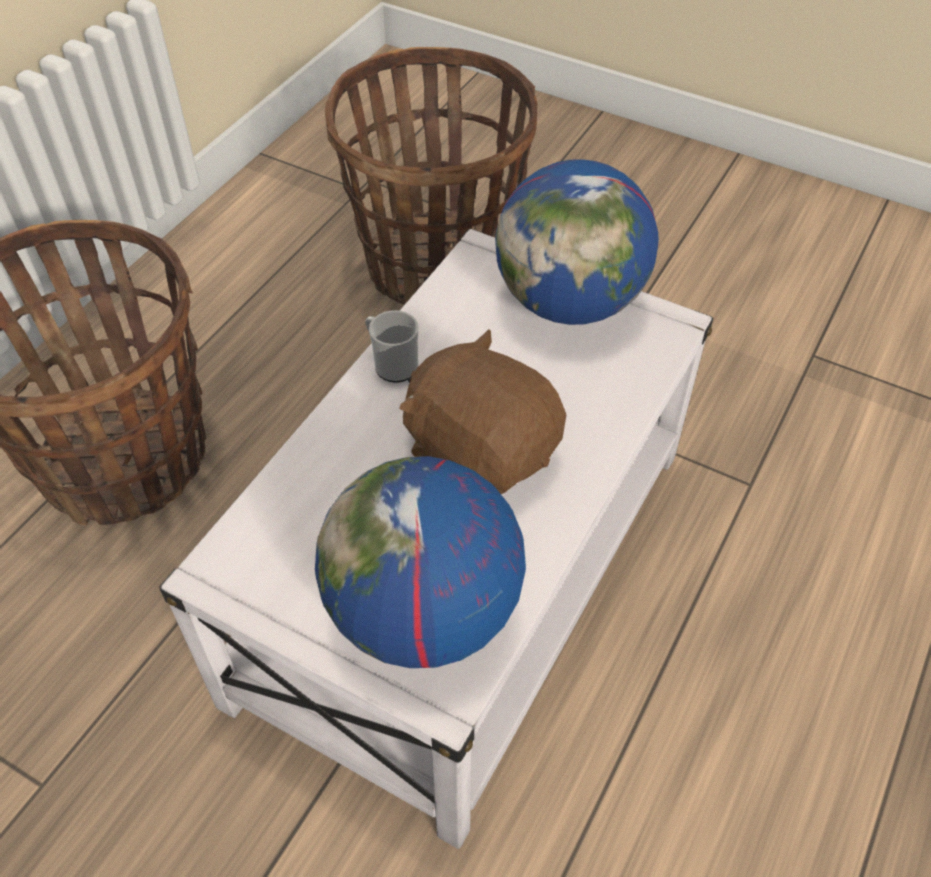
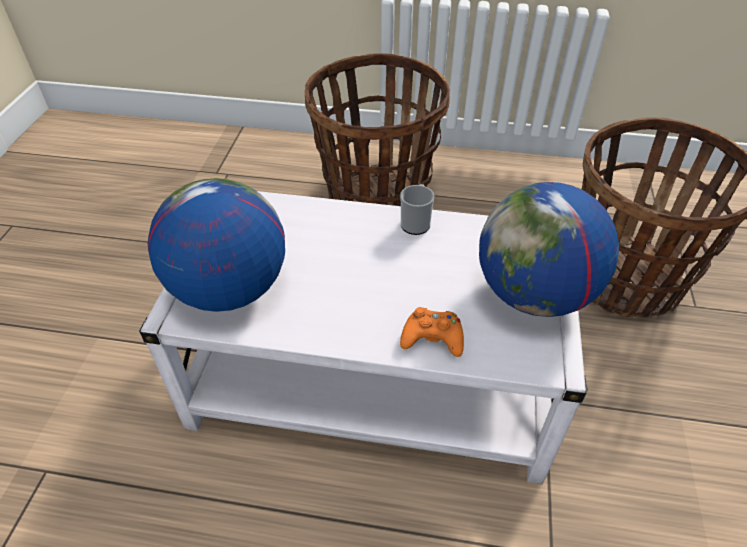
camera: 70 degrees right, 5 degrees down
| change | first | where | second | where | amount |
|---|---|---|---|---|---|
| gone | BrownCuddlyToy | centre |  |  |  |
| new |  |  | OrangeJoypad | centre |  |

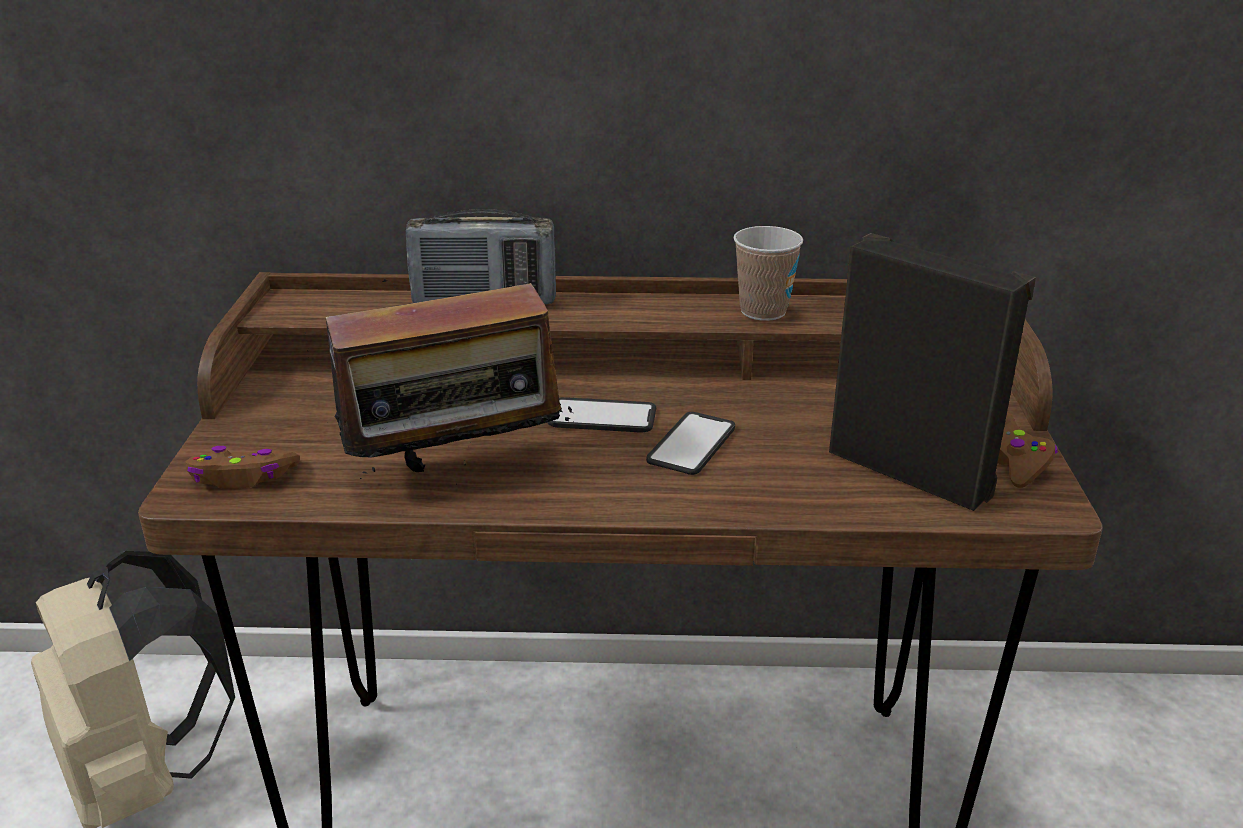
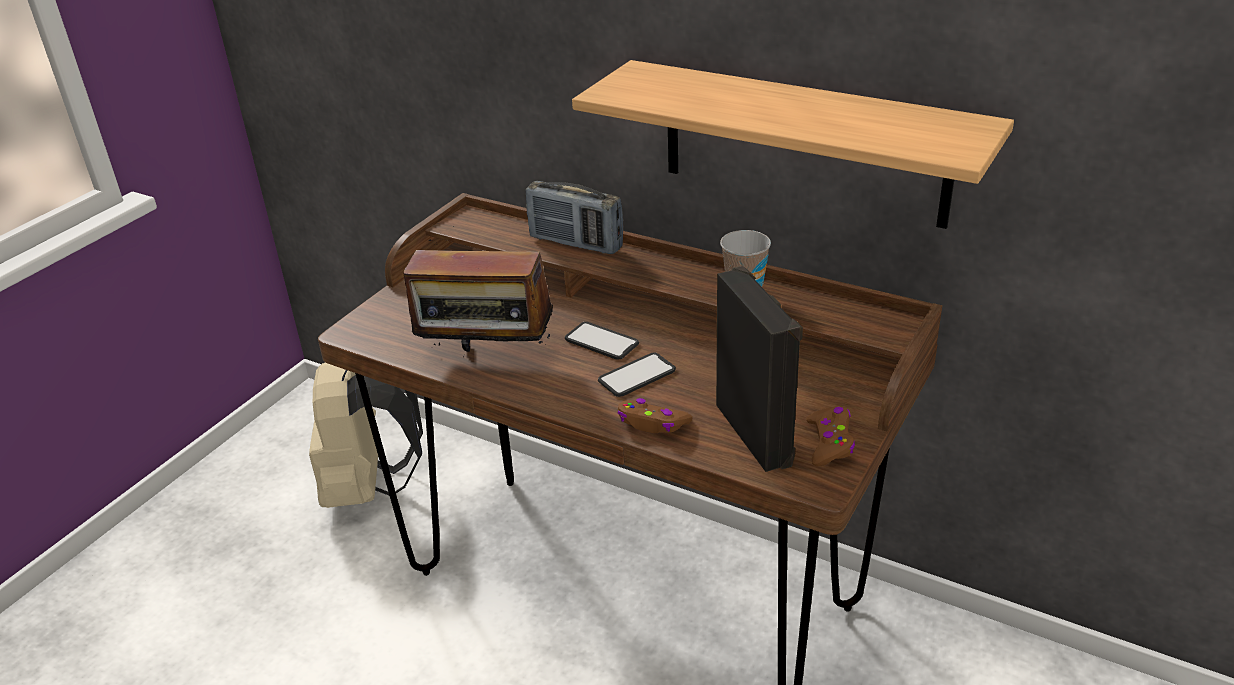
camera: 30 degrees right, 5 degrees up
| change | first | where | second | where | amount |
|---|---|---|---|---|---|
| shifted | BrownJoypad (no. 1 from left) | middle left |  | centre |  |
| new |  |  | Shelf | top centre |  |

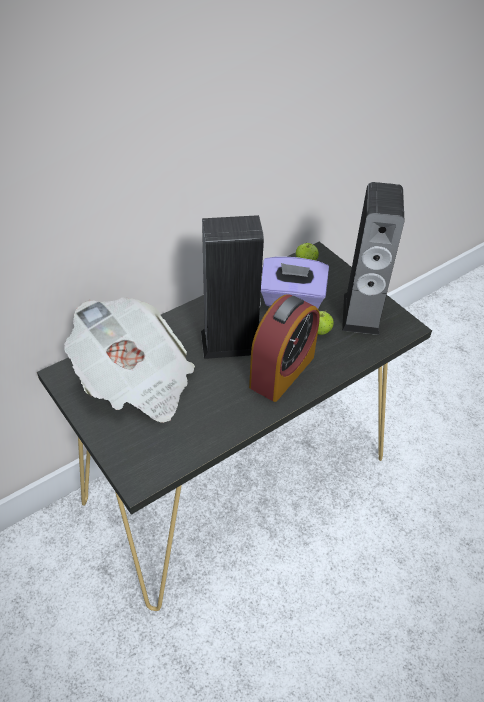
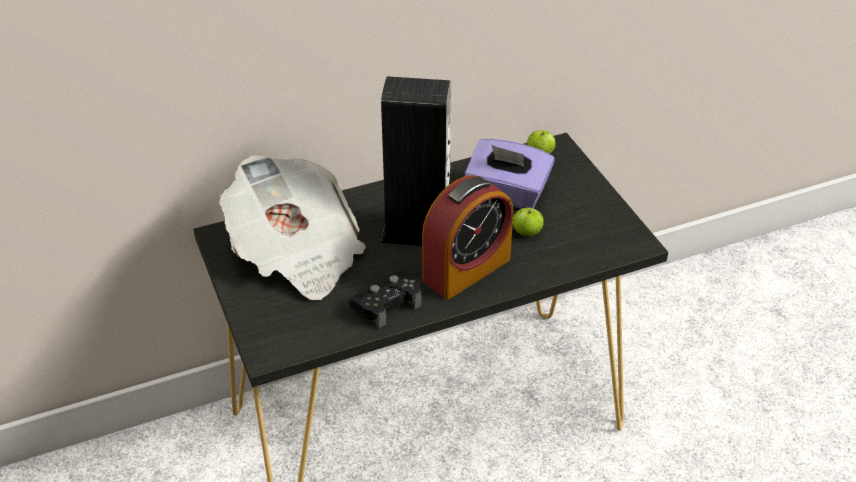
camera: 15 degrees right, 5 degrees down
| change | first | where | second | where | amount |
|---|---|---|---|---|---|
| gone | AudioSpeaker (no. 2 from left) | middle right |  |  |  |
| new |  |  | BlackColouredJoypad | centre |  |

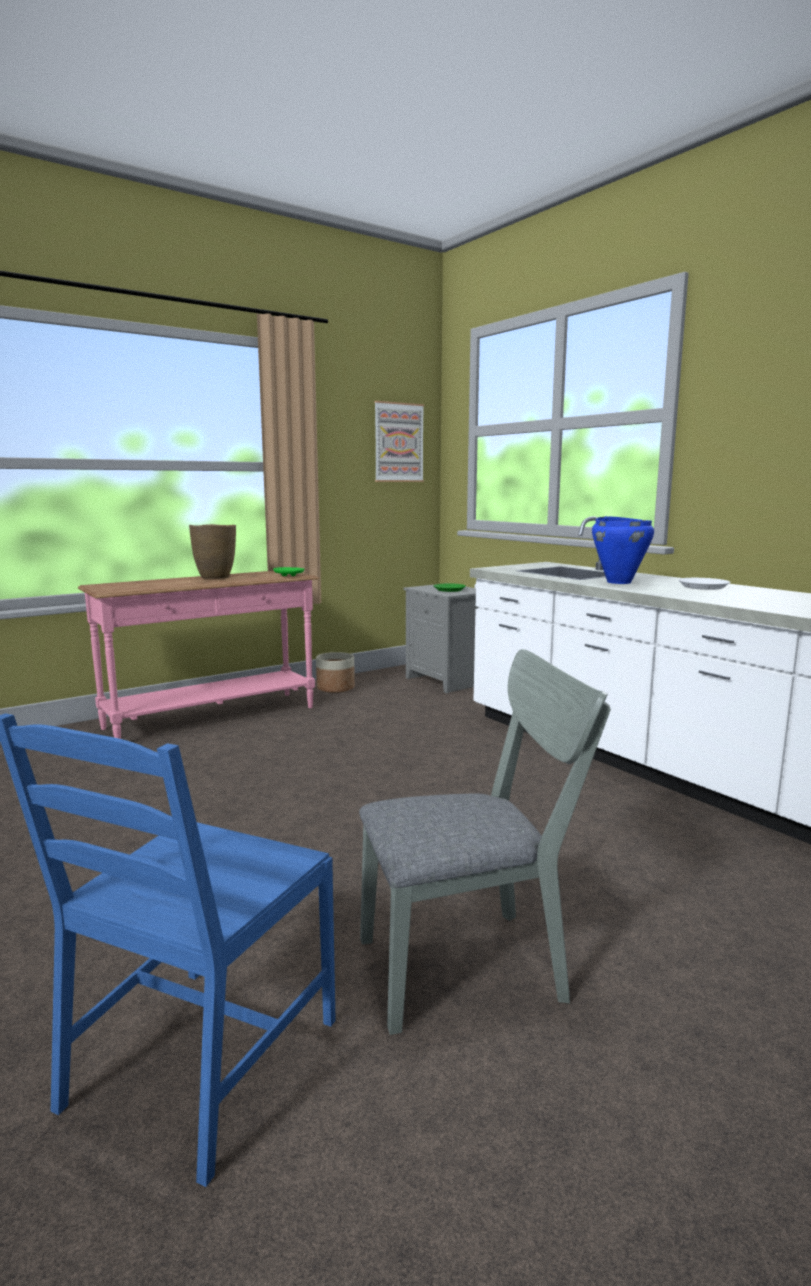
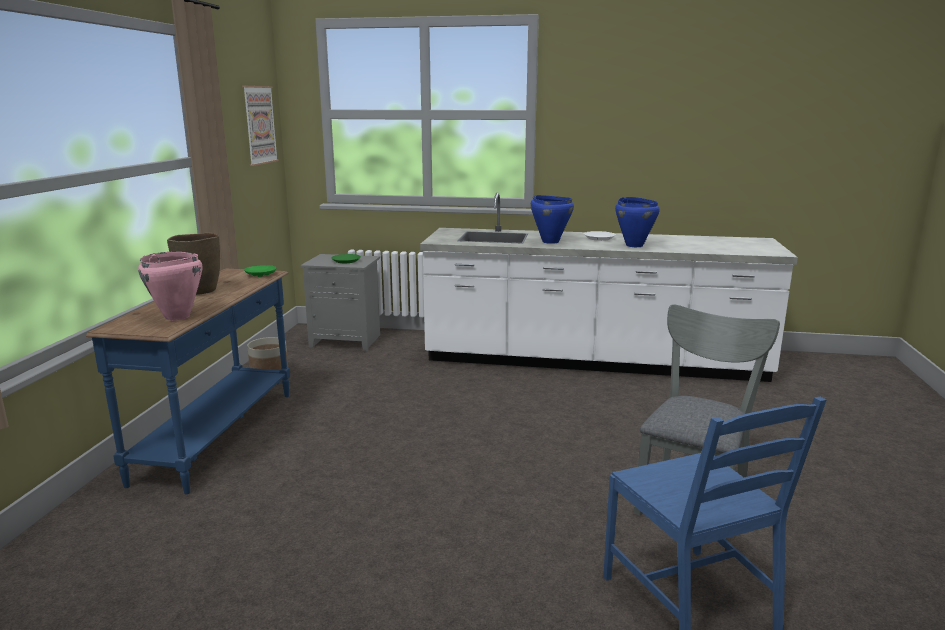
camera: 45 degrees left, 5 degrees up
| change | first | where | second | where | amount |
|---|---|---|---|---|---|
| repainted | PinkConsoleTable | middle left | BlueConsoleTable | middle left |  |
| new |  |  | PinkSaucepot | middle left |  |
| new |  |  | BlueSaucepot (no. 2 from left) | middle right |  |

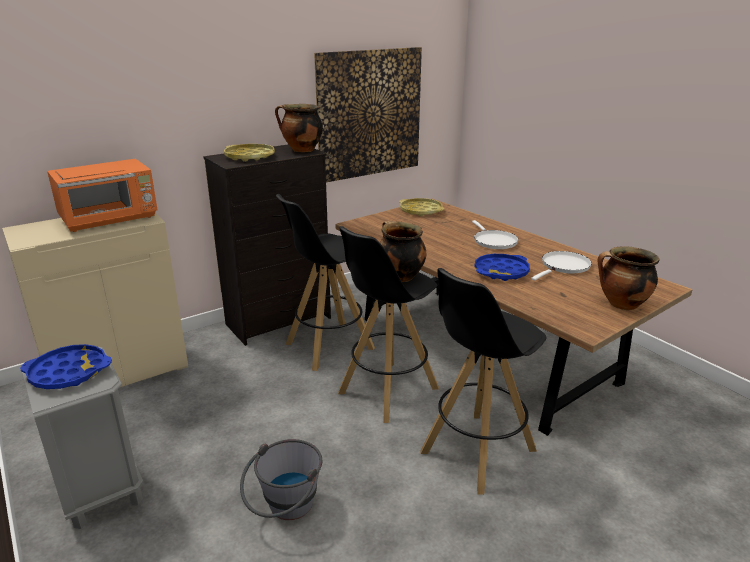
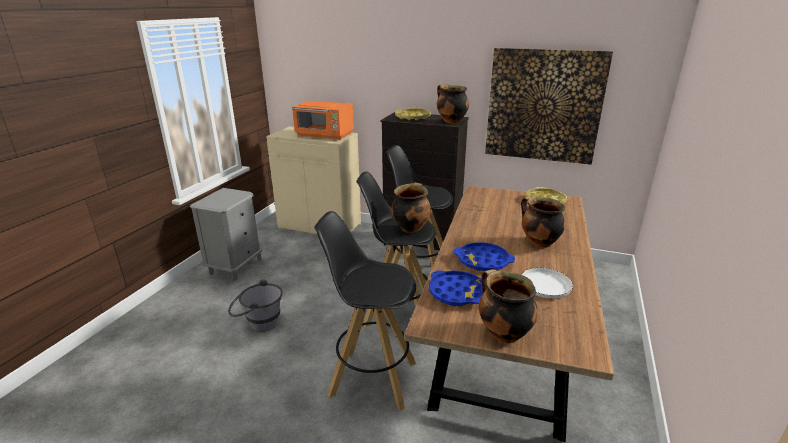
camera: 55 degrees right, 0 degrees up
| change | first | where | second | where | amount |
|---|---|---|---|---|---|
| shifted | BlueServingTray (no. 1 from left) | middle left |  | centre |  |
| swapped | WhitishSkillet (no. 1 from left) | centre | Saucepot (no. 4 from left) | middle right |  |

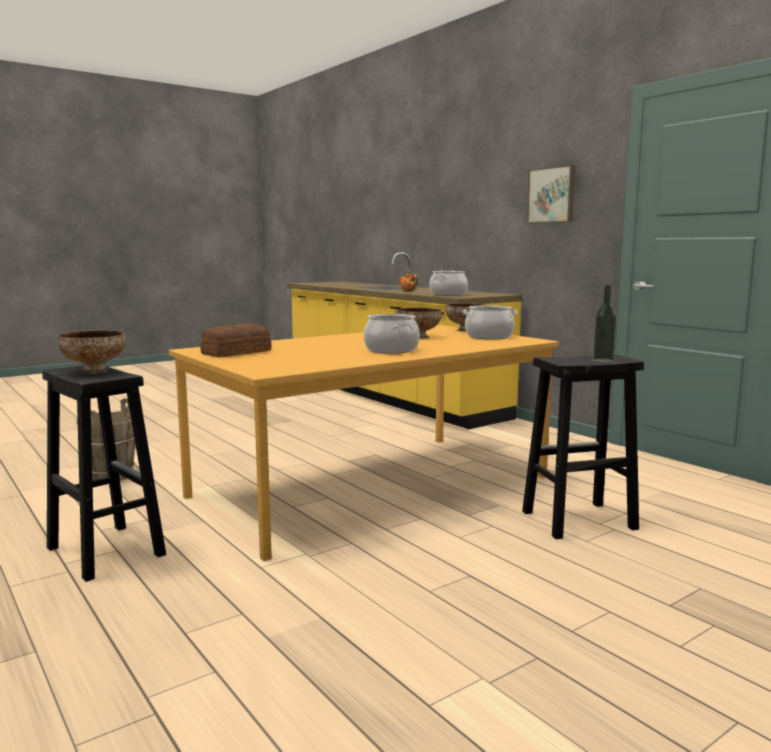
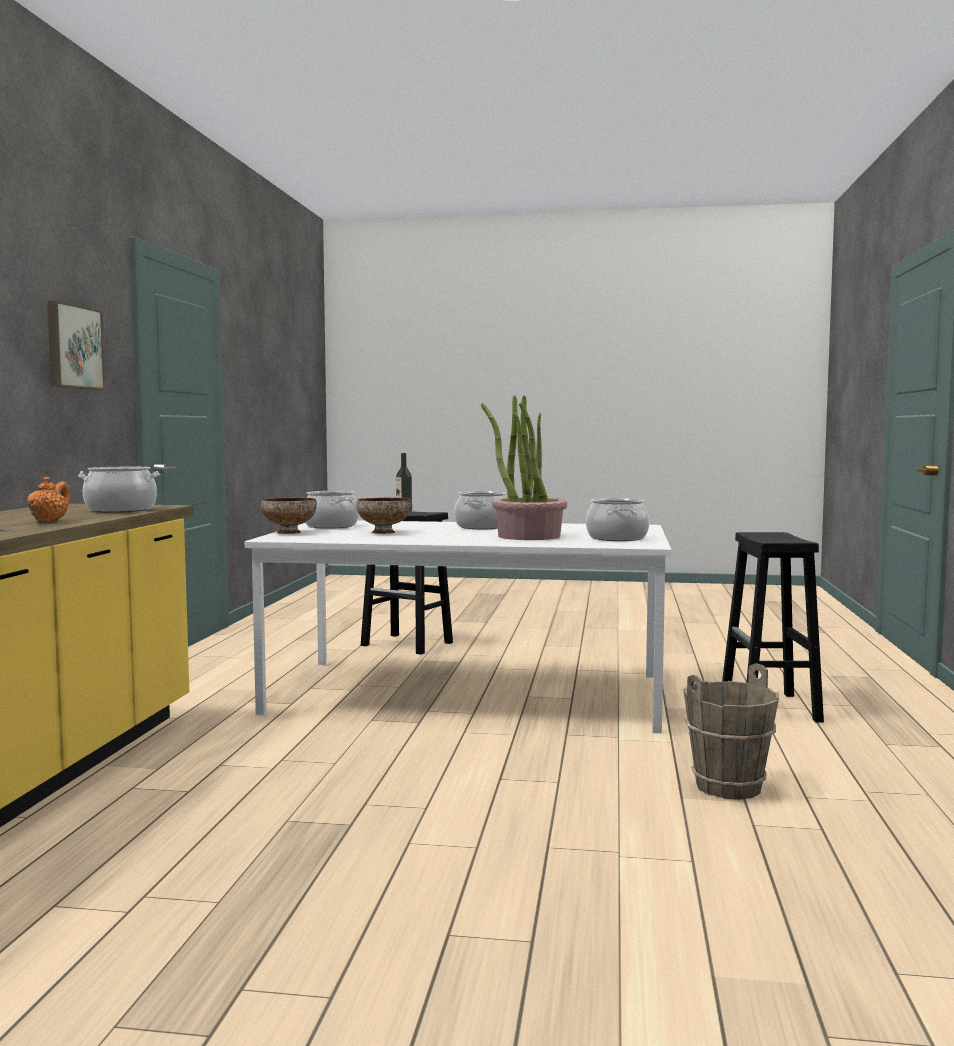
camera: 135 degrees left, 5 degrees down
| change | first | where | second | where | amount |
|---|---|---|---|---|---|
| gone | Bowl (no. 1 from left) | middle left |  |  |  |
| repainted | OrangeDinnerTable | centre | WhitishDinnerTable | centre |  |
| swapped | BakedBread | middle left | Saucepot (no. 4 from left) | centre |  |
| new |  |  | Houseplant | centre |  |

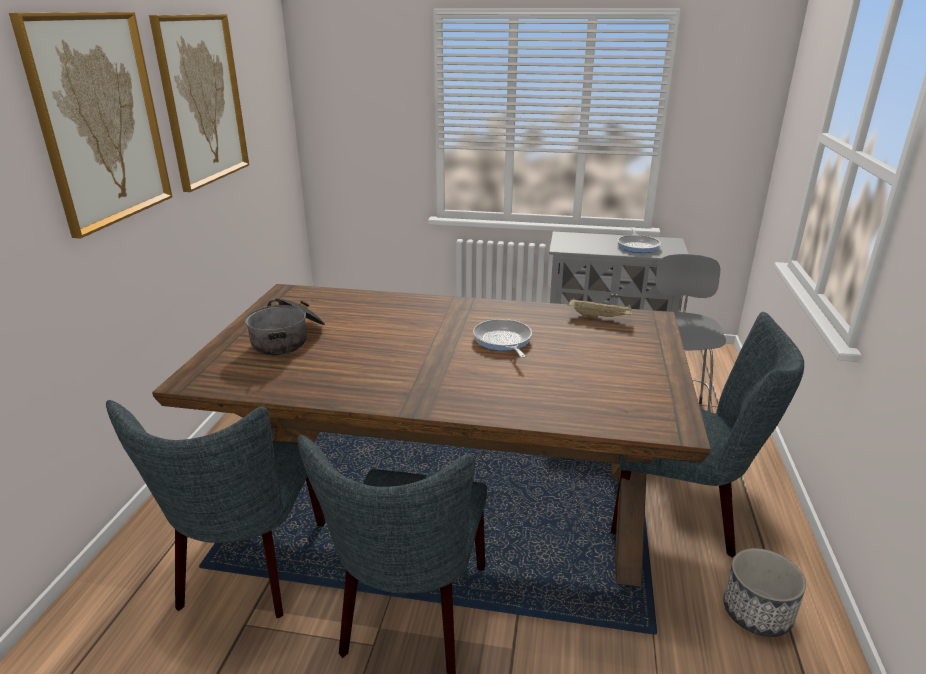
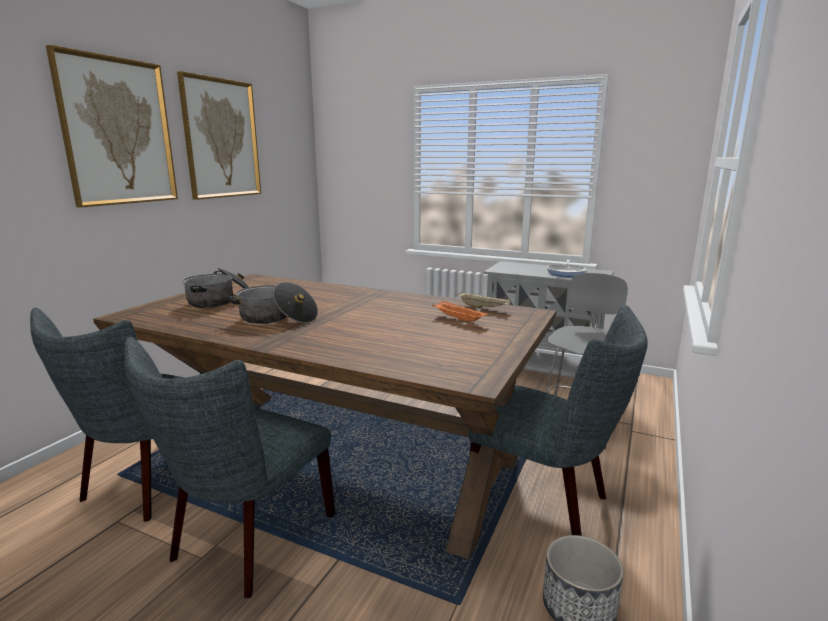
camera: 15 degrees right, 10 degrees down
| change | first | where | second | where | amount |
|---|---|---|---|---|---|
| gone | Skillet (no. 1 from left) | centre |  |  |  |
| new |  |  | Saucepot (no. 2 from left) | middle left |  |
| new |  |  | OrangeServingTray | centre |  |

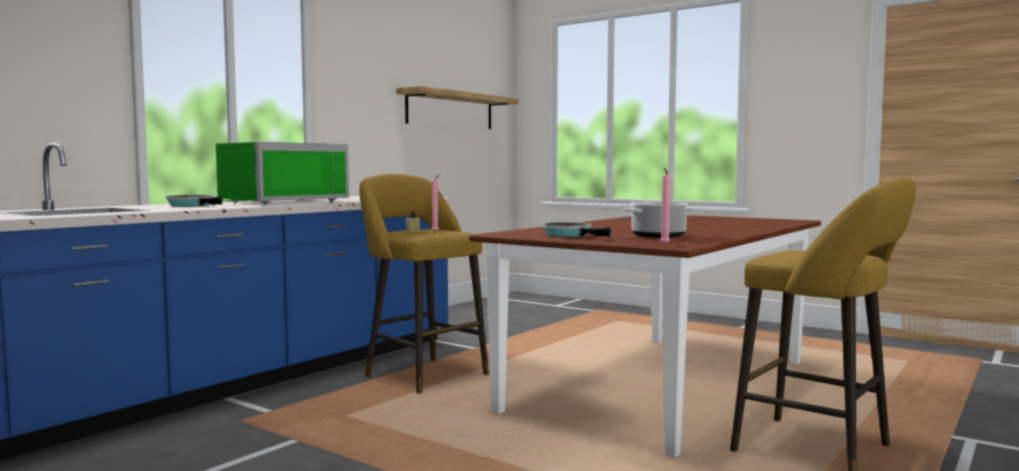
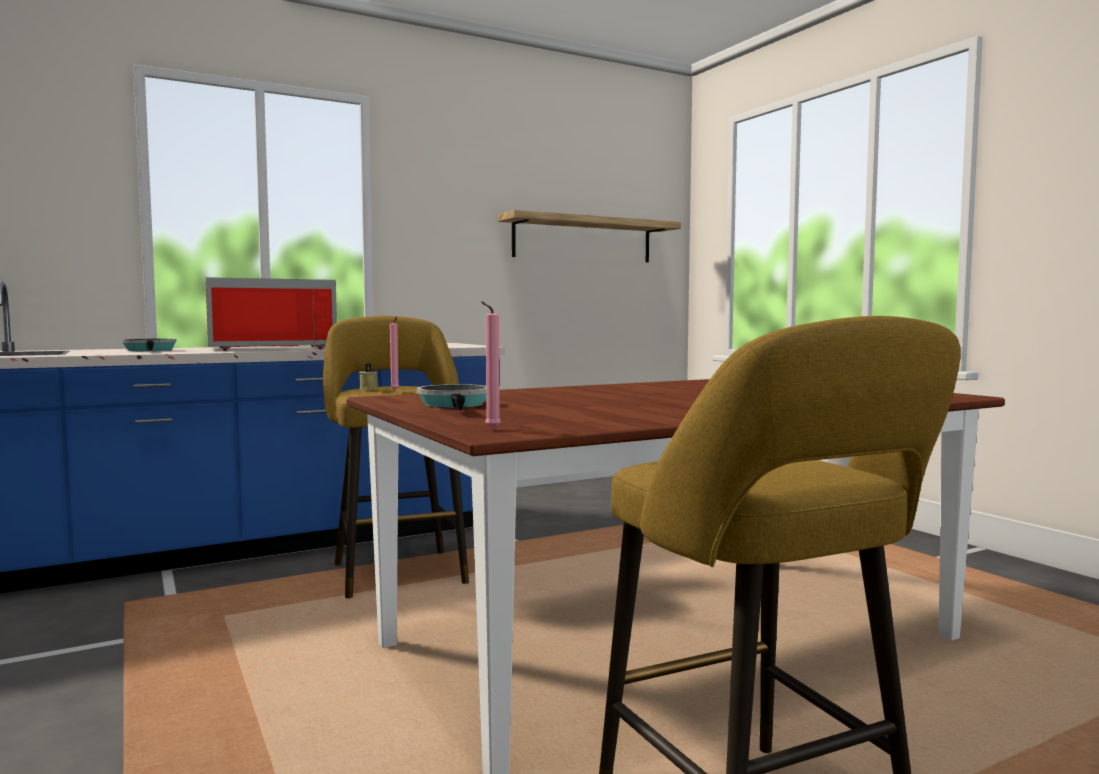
camera: 25 degrees right, 0 degrees up
| change | first | where | second | where | amount |
|---|---|---|---|---|---|
| repainted | GreenishKitchenMicrowave | middle left | ReddishKitchenMicrowave | middle left |  |
| gone | Saucepot | centre |  |  |  |

